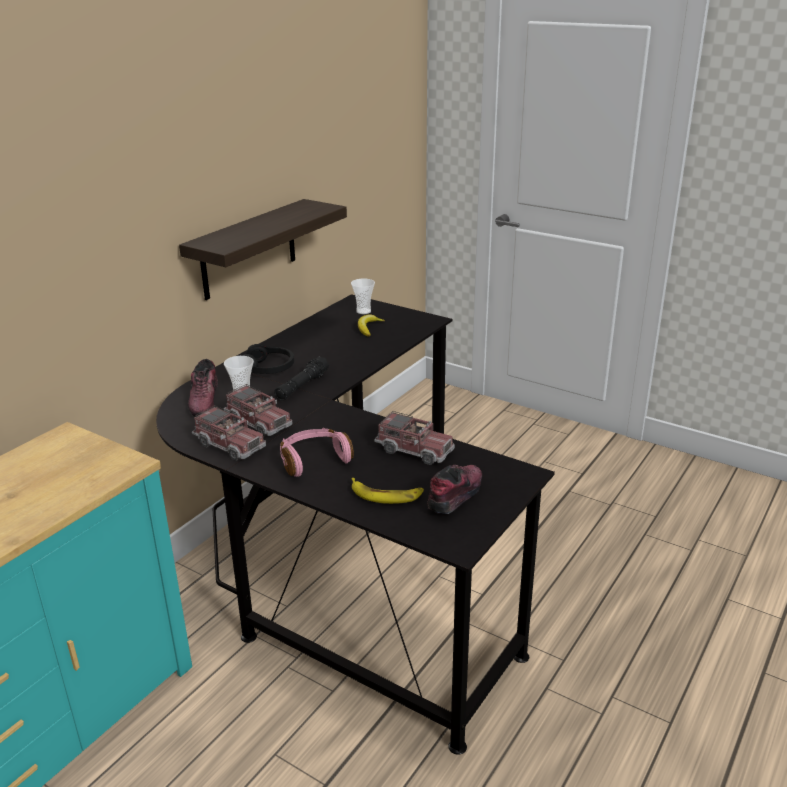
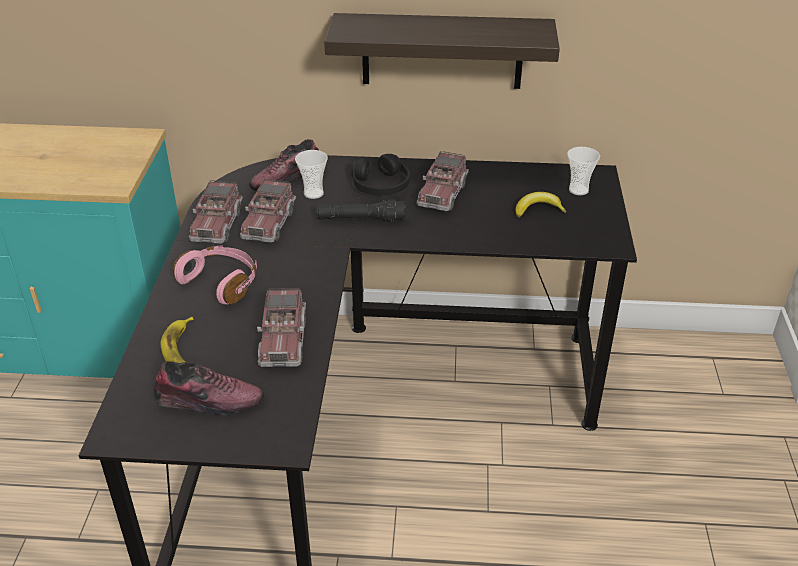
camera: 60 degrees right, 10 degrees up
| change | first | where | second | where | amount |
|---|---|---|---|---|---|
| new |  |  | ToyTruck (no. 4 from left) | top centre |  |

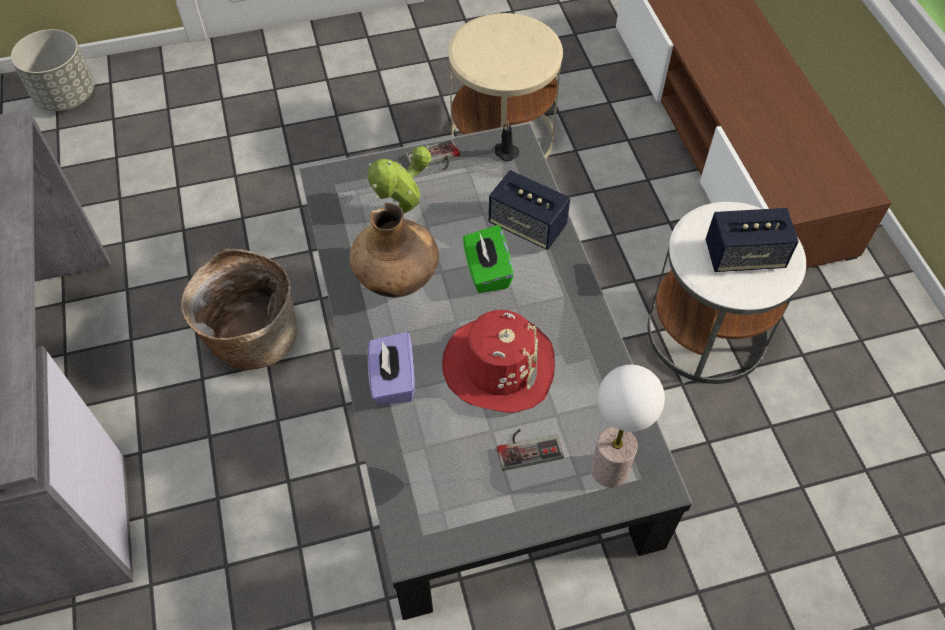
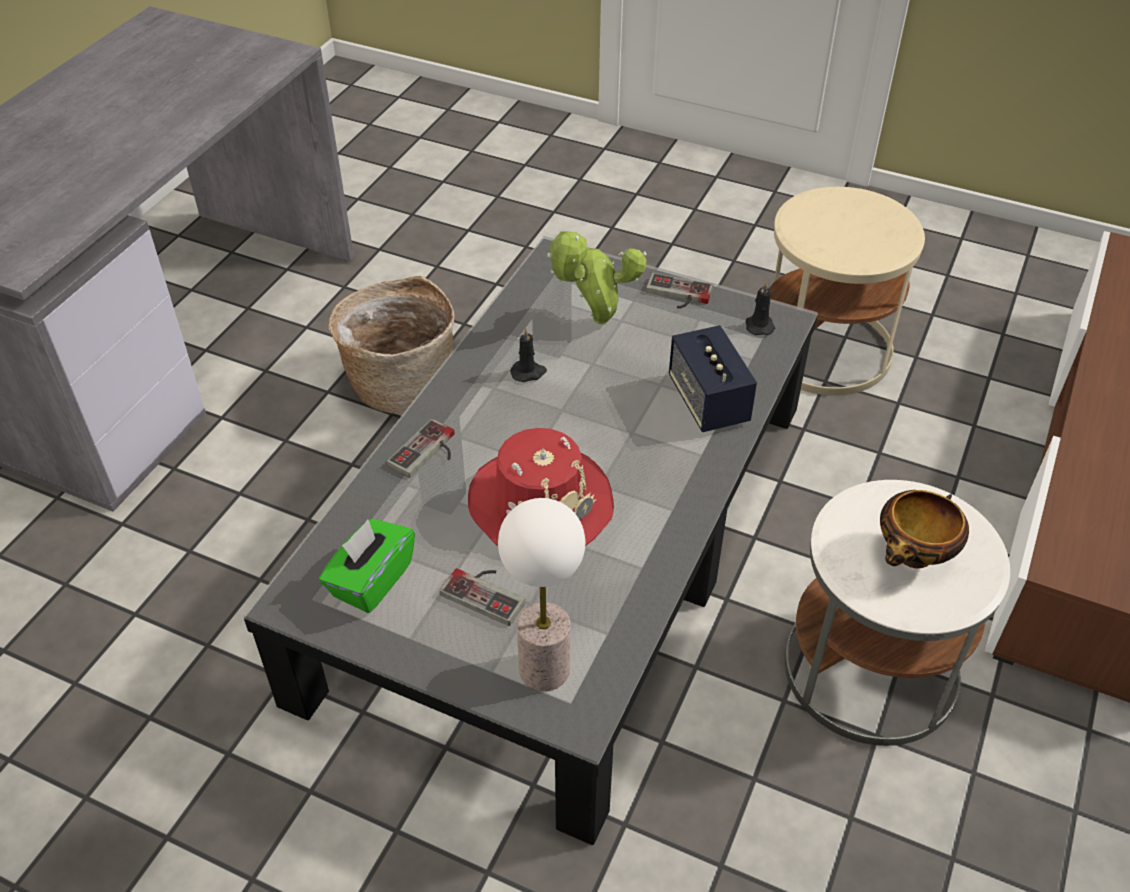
camera: 40 degrees right, 10 degrees down
| change | first | where | second | where | amount |
|---|---|---|---|---|---|
| gone | GreyPlanter | top left |  |  |  |
| swapped | BrownDecorativeVase | centre | BlackColouredWaxCandle (no. 1 from left) | centre |  |
| swapped | PurpleBoxOfTissues | centre | Joypad (no. 1 from left) | centre |  |
| shifted | GreenishBoxOfTissues | centre |  | middle left |  |
| swapped | AudioSpeaker (no. 2 from left) | middle right | Bowl | middle right |  |

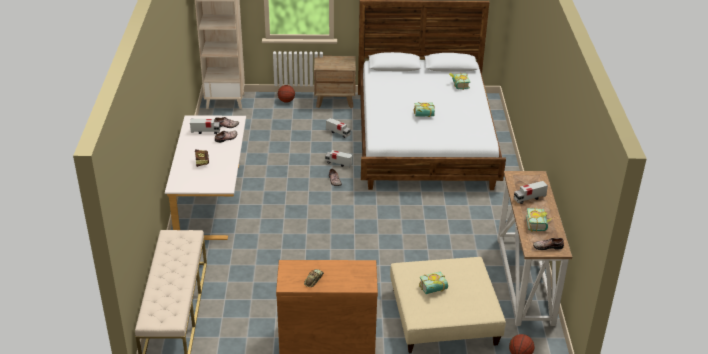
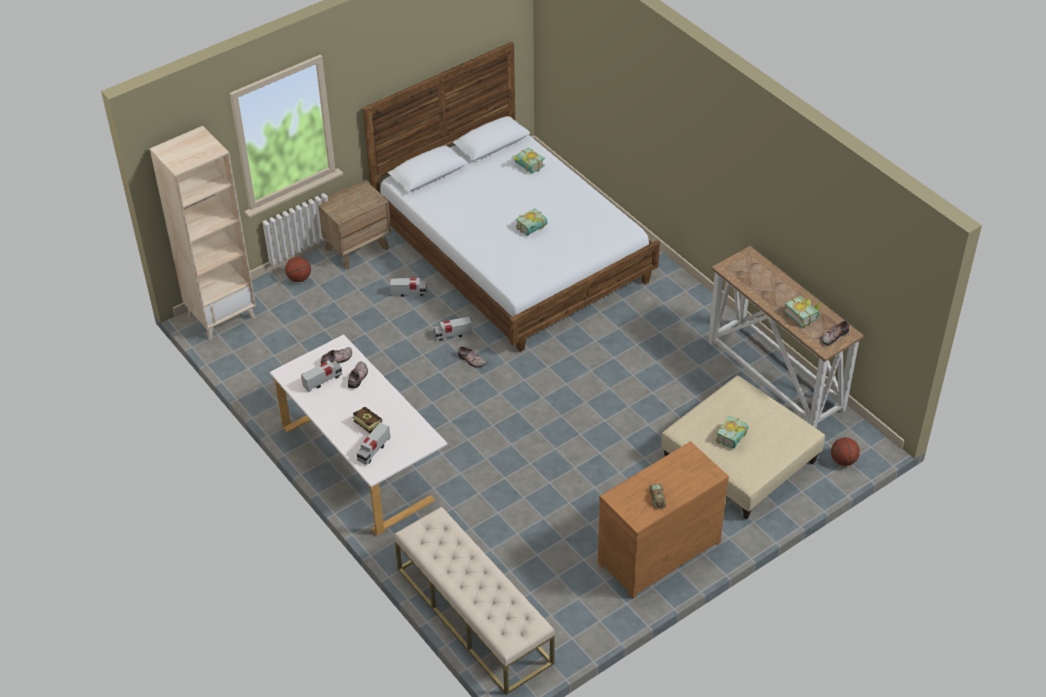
camera: 35 degrees left, 10 degrees up
| change | first | where | second | where | amount |
|---|---|---|---|---|---|
| shifted | ToyTruck (no. 4 from left in the first image) | middle right | ToyTruck (no. 2 from left) | centre |  |

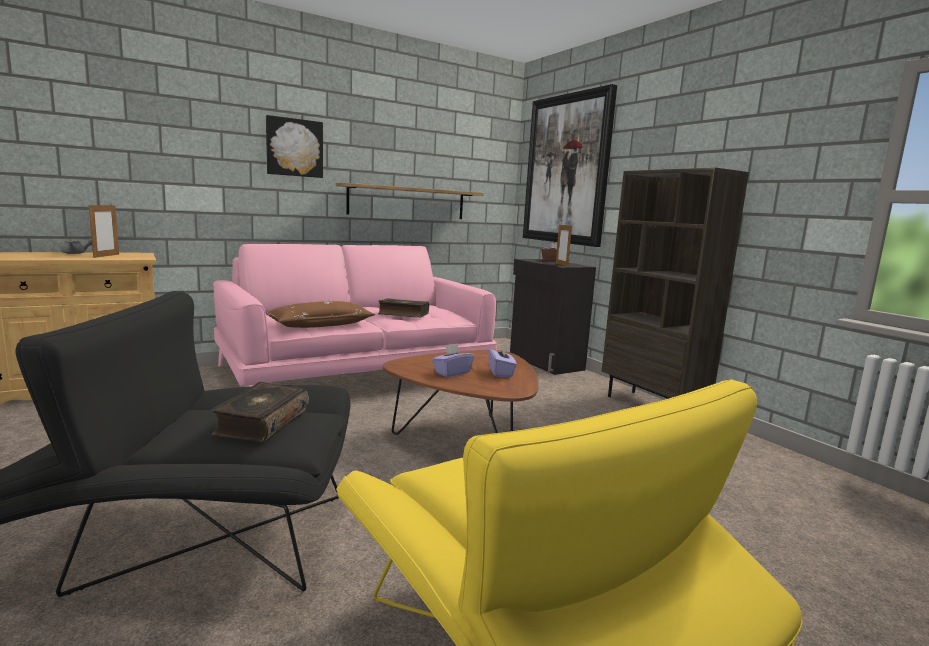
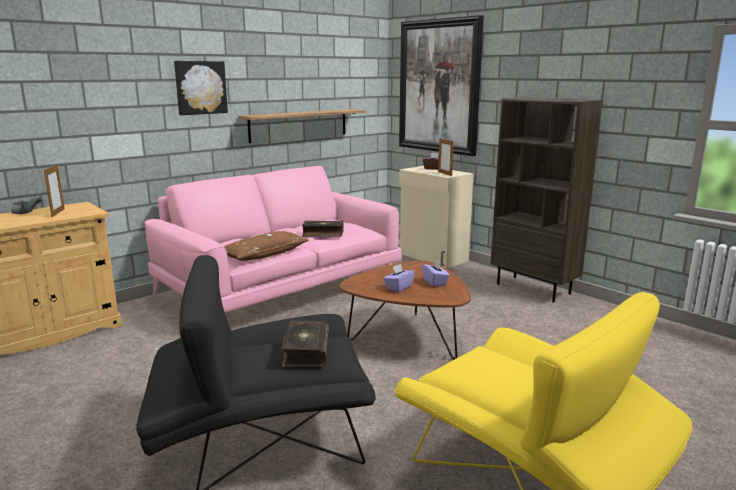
camera: 10 degrees left, 5 degrees up
| change | first | where | second | where | amount |
|---|---|---|---|---|---|
| repainted | BlackColouredStorageCabinet | centre | BeigeStorageCabinet (no. 2 from left) | centre |  |

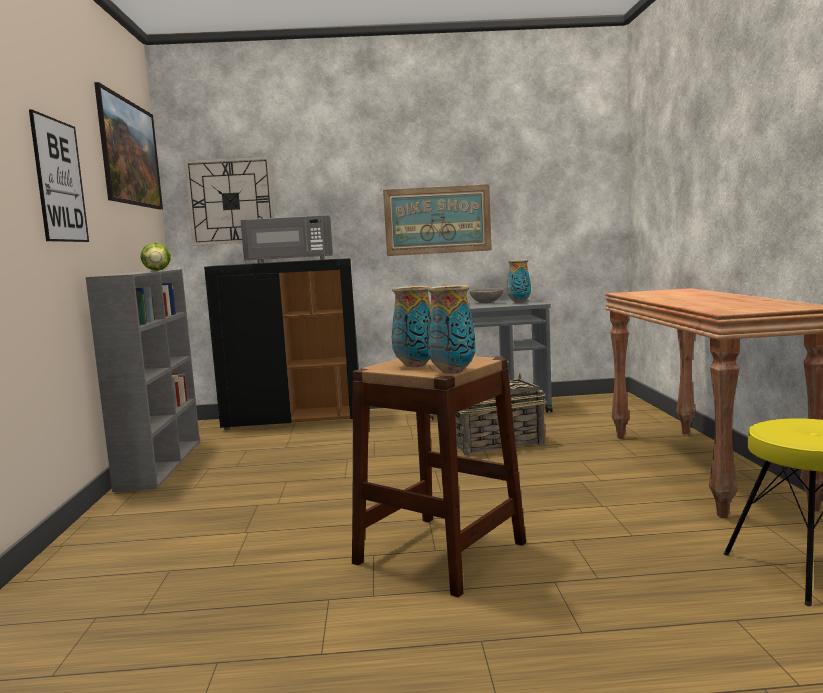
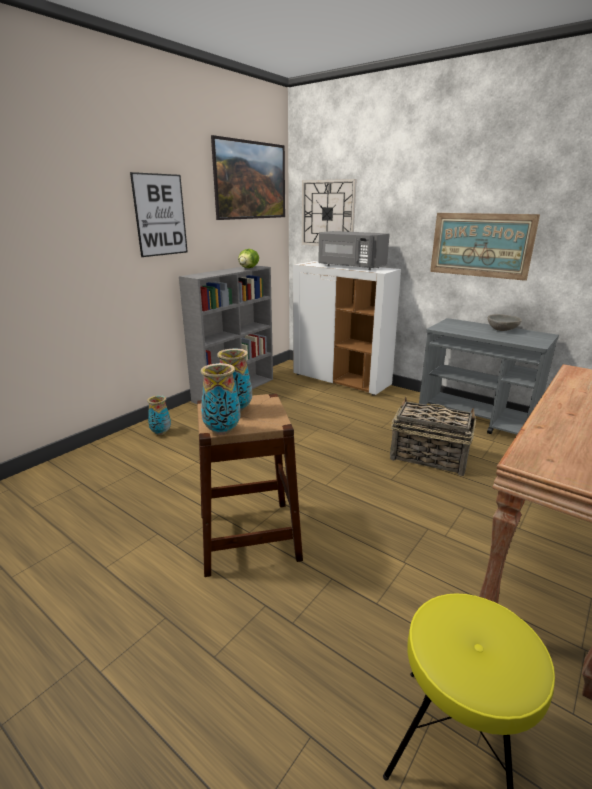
camera: 40 degrees right, 15 degrees up
| change | first | where | second | where | amount |
|---|---|---|---|---|---|
| repainted | BlackColouredStorageCabinet | centre | WhitishStorageCabinet | centre |  |
| shifted | DecorativeVase (no. 3 from left in the first image) | centre | DecorativeVase (no. 1 from left) | middle left |  |

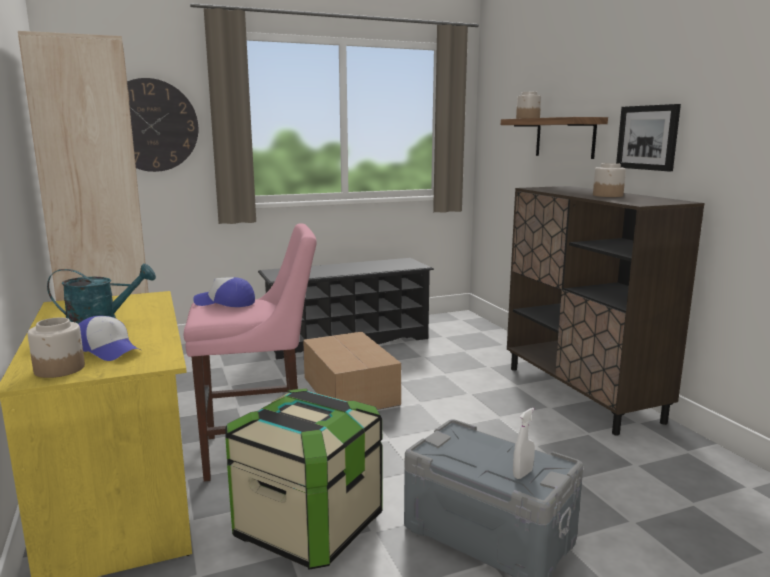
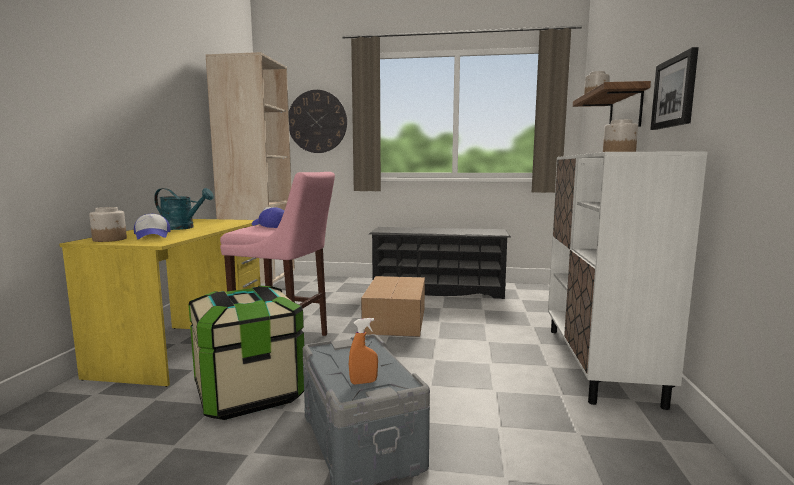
camera: 30 degrees right, 5 degrees down
| change | first | where | second | where | amount |
|---|---|---|---|---|---|
| repainted | BrownStorageCabinet | middle right | WhitishStorageCabinet | middle right |  |
| repainted | WhitishSprayer | bottom right | OrangeSprayer | bottom centre |  |

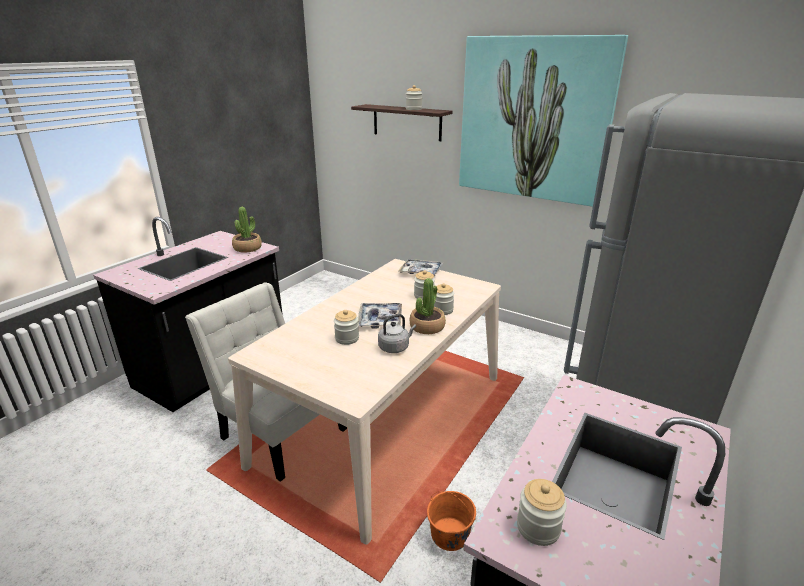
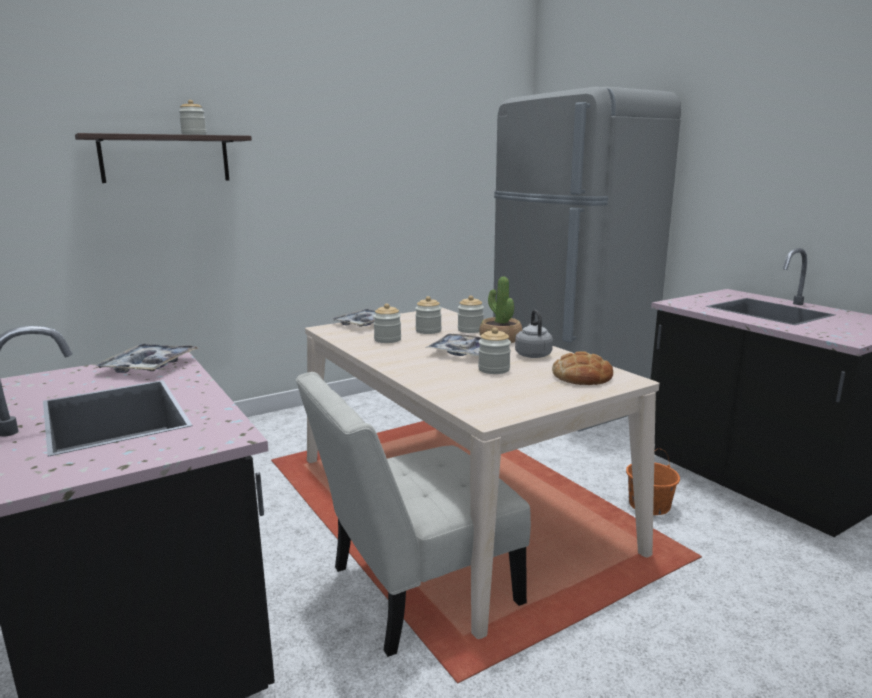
camera: 65 degrees left, 10 degrees down
| change | first | where | second | where | amount |
|---|---|---|---|---|---|
| swapped | Houseplant (no. 1 from left) | middle left | ServingTray (no. 1 from left) | middle left |  |
| gone | WallArt | top right |  |  |  |
| shifted | StorageJar (no. 5 from left in the first image) | bottom right | StorageJar (no. 2 from left) | centre |  |
| new |  |  | BakedBread | middle right |  |

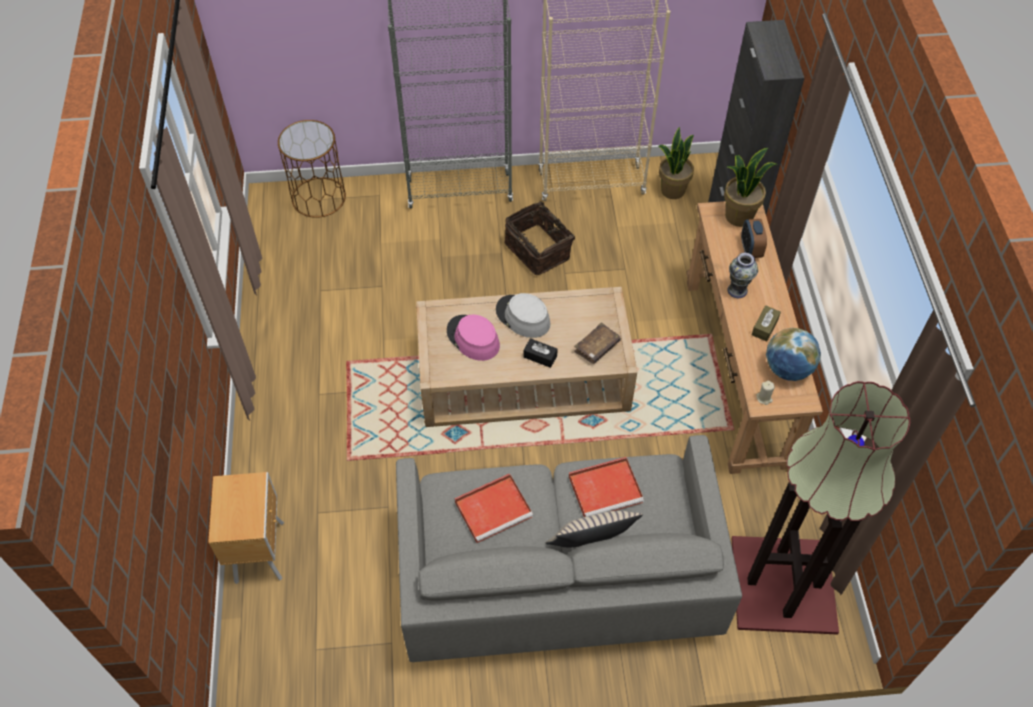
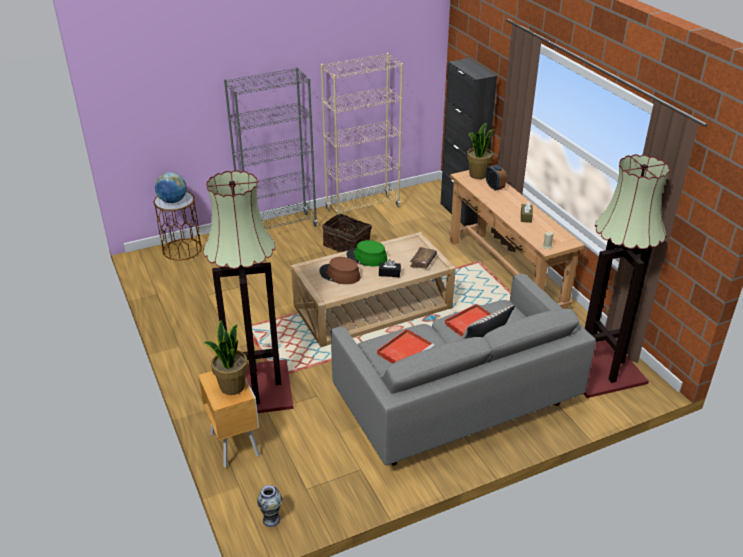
camera: 20 degrees left, 20 degrees down
| change | first | where | second | where | amount |
|---|---|---|---|---|---|
| repainted | PinkWearableHat | centre | BrownWearableHat | centre |  |
| repainted | GreyWearableHat | centre | GreenishWearableHat | centre |  |
| shifted | Houseplant (no. 1 from left) | top centre |  | middle left |  |
| shifted | DecorativeVase | middle right |  | bottom centre |  |
| shifted | WorldGlobe | middle right |  | middle left |  |
| new |  |  | FloorLamp (no. 1 from left) | centre |  |

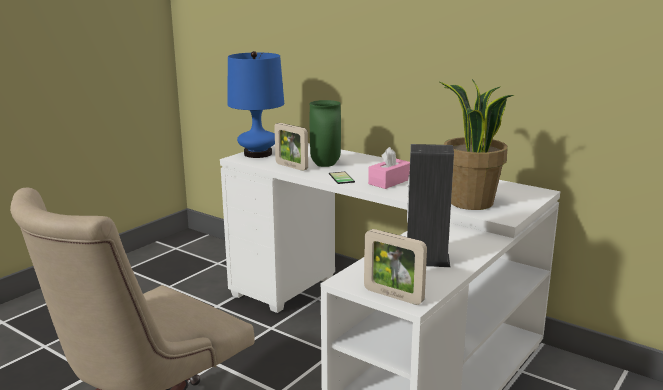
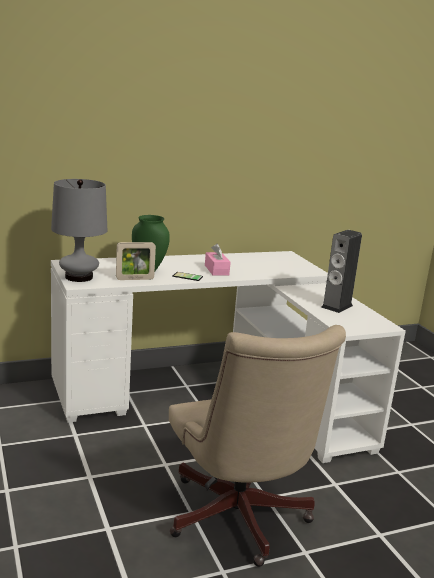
camera: 60 degrees left, 0 degrees up
| change | first | where | second | where | amount |
|---|---|---|---|---|---|
| repainted | BlueTabletopLamp | top centre | GreyTabletopLamp | middle left |  |
| gone | PhotoFrame (no. 2 from left) | bottom centre |  |  |  |
| gone | Houseplant | middle right |  |  |  |

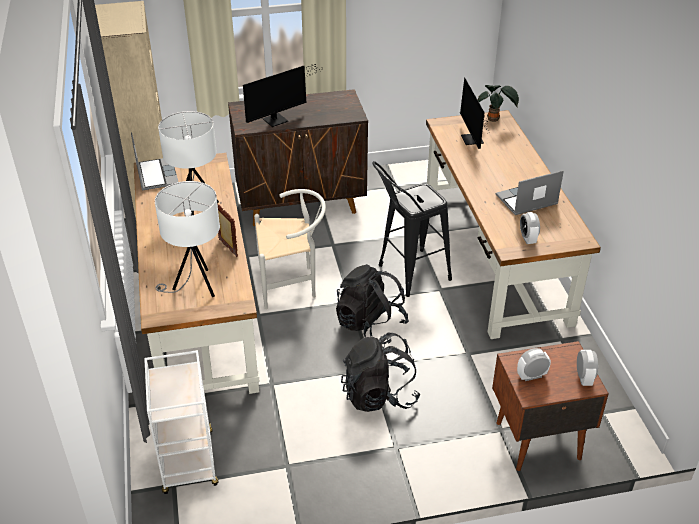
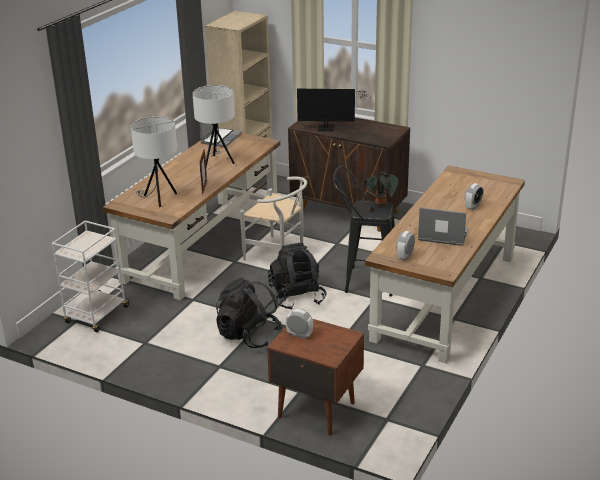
camera: 40 degrees right, 10 degrees down
| change | first | where | second | where | amount |
|---|---|---|---|---|---|
| gone | Monitor (no. 2 from left) | top right |  |  |  |
| shifted | Houseplant | top right |  | centre |  |
| shifted | TableClock (no. 3 from left) | bottom right |  | middle right |  |

